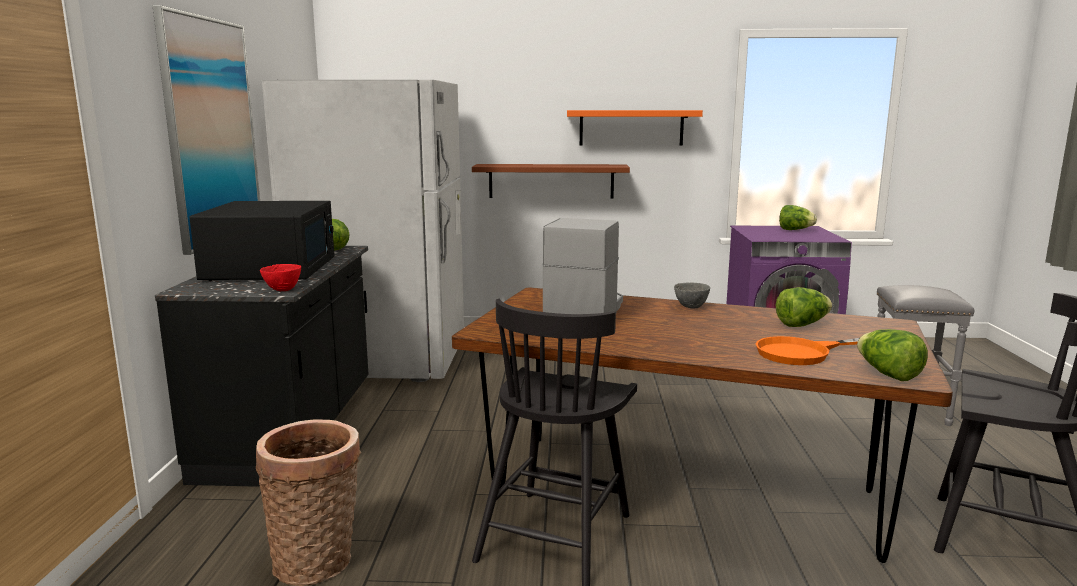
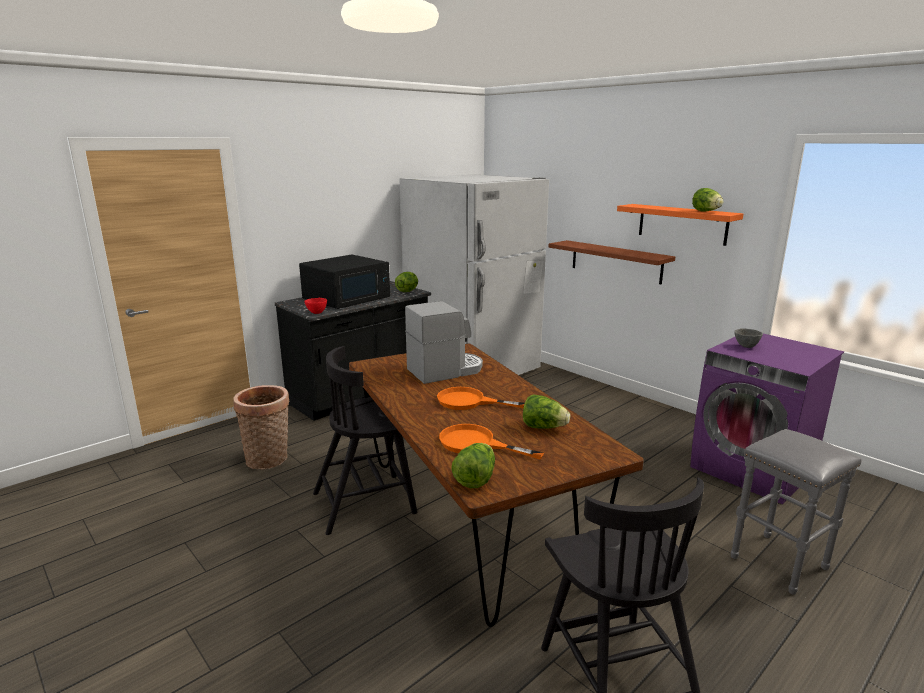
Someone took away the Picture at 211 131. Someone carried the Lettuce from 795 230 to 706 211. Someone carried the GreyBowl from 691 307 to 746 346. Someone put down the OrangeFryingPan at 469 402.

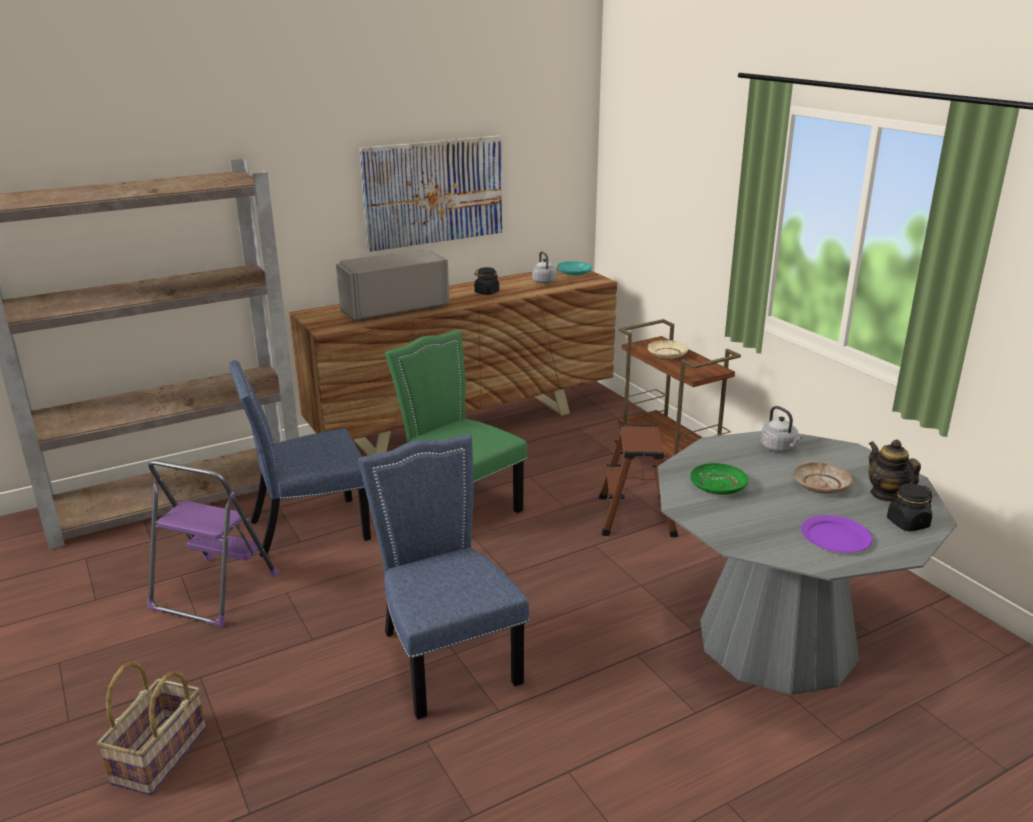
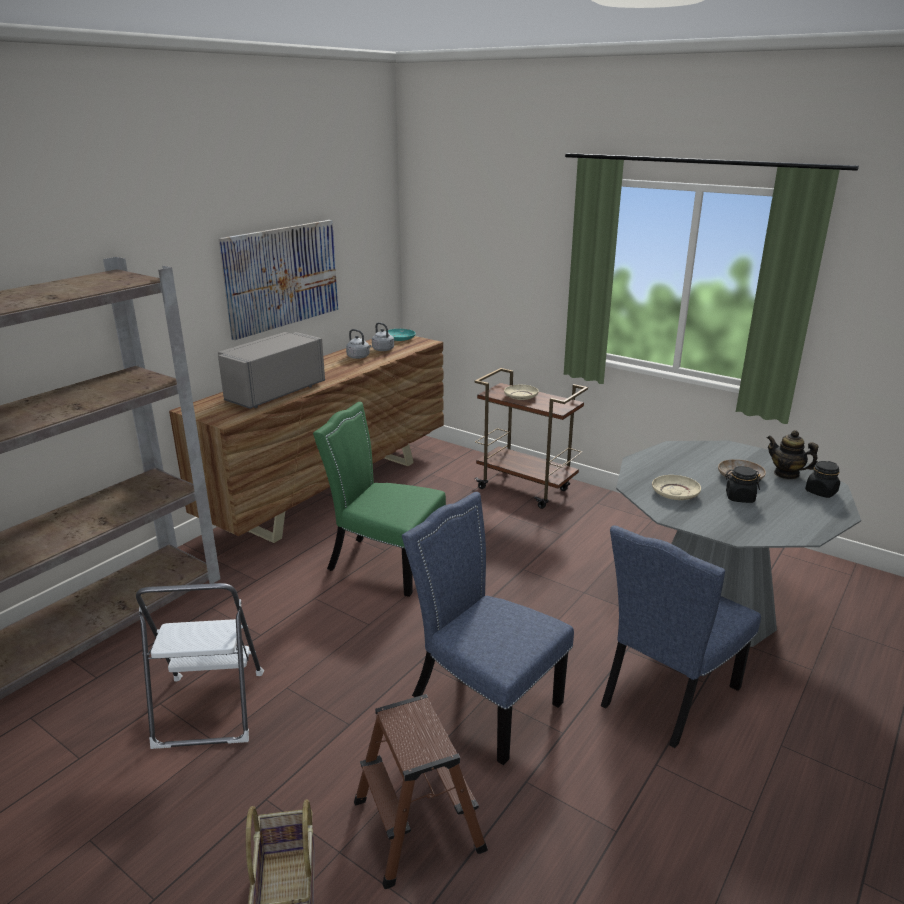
Someone carried the BlackJar from 486 292 to 739 497. Someone carried the BlueChair from 312 528 to 668 692. Someone carried the GreyKettle from 779 448 to 359 357. Someone carried the BrownStepLadder from 636 516 to 418 824. Someone repainted the PurpleStepLadder at 211 593, which became the WhiteStepLadder at 208 711. Someone repainted the GreenPlate at 718 486, which became the BeigePlate at 675 493. Someone took away the PurplePlate at 836 537.

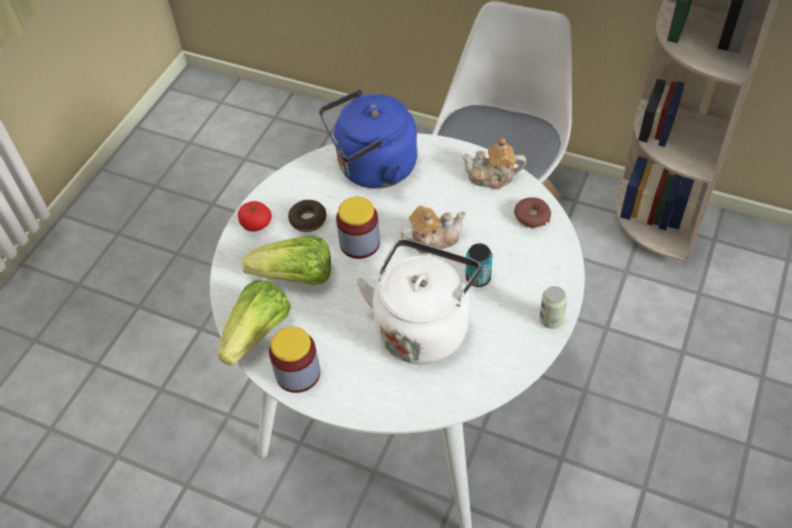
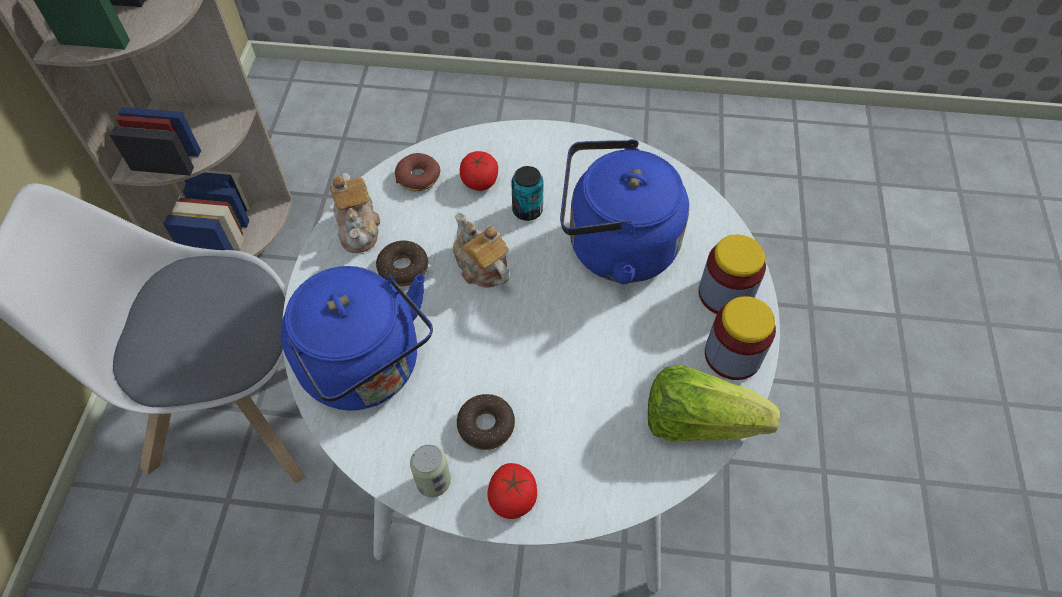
Someone carried the Jar from 360 243 to 725 294. Someone took away the Lettuce at 295 277. Someone repainted the WhiteKettle at 423 326, which became the BlueKettle at 614 247. Someone carried the Can from 550 320 to 434 482. Someone put down the Tomato at 479 181. Someone put down the Donut at 403 268.

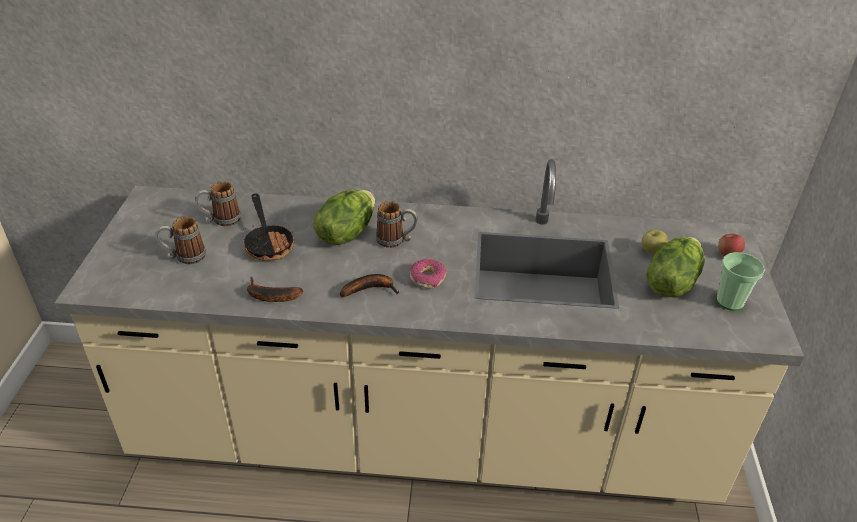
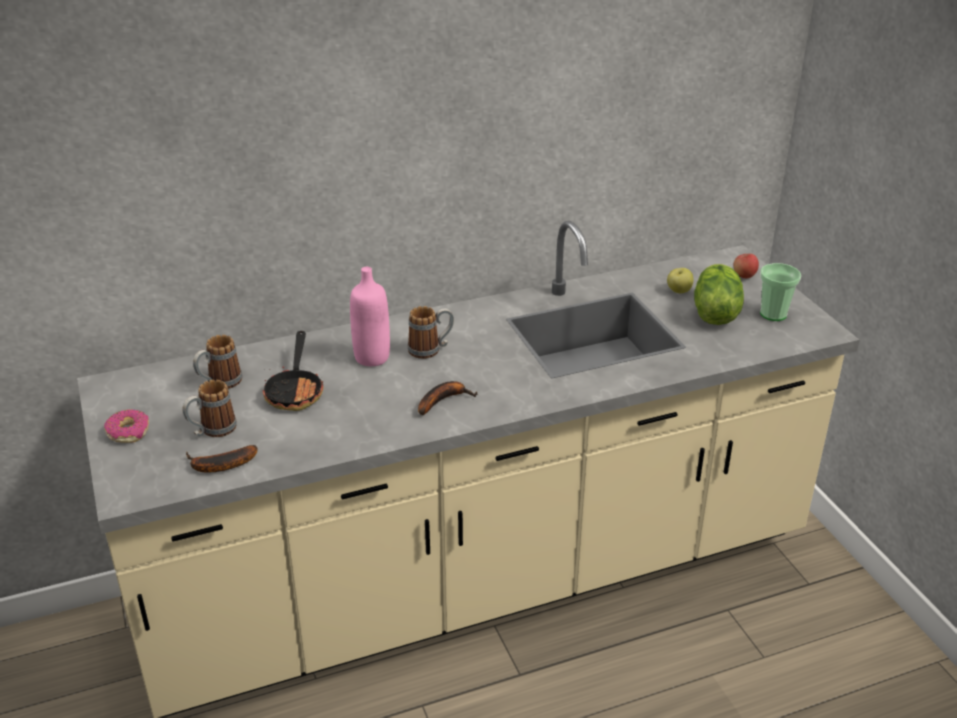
Someone swapped the Lettuce at 346 233 for the PinkBottle at 372 357. Someone rotated the FryingPan at 268 243 by 45 degrees clockwise. Someone carried the Donut from 428 278 to 128 432. Someone carried the Banana from 269 296 to 219 466.

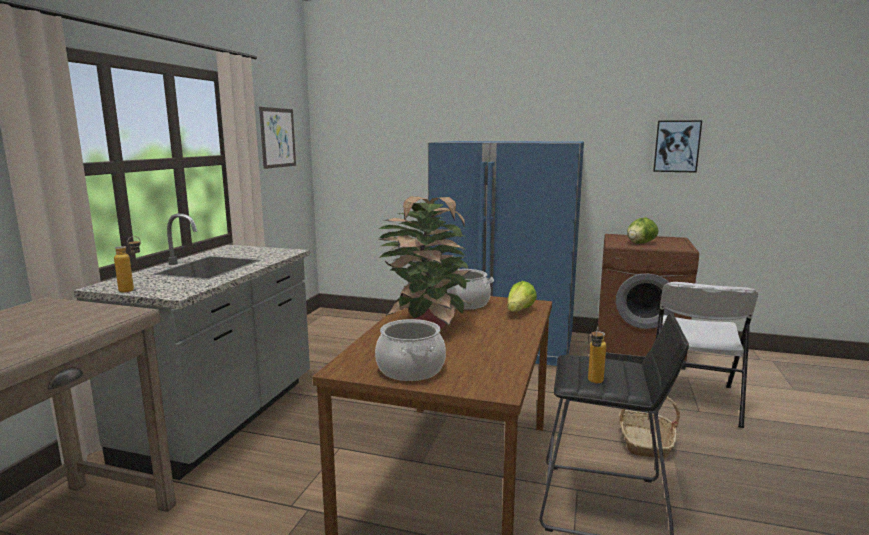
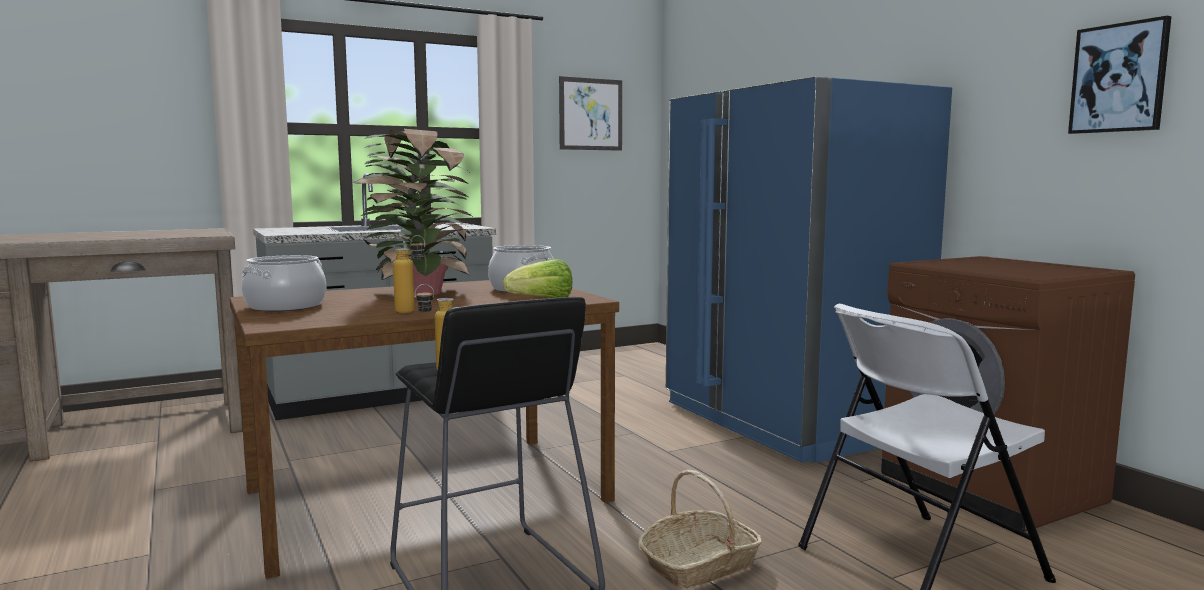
Someone took away the Lettuce at 640 243. Someone carried the Bottle from 132 290 to 411 312.

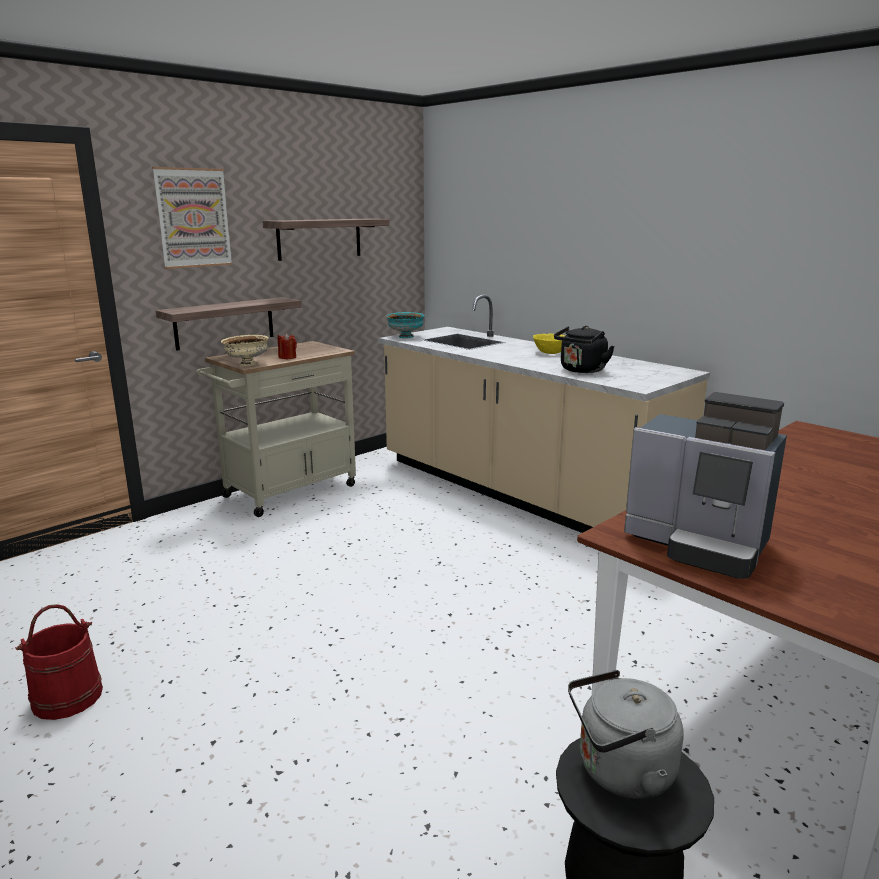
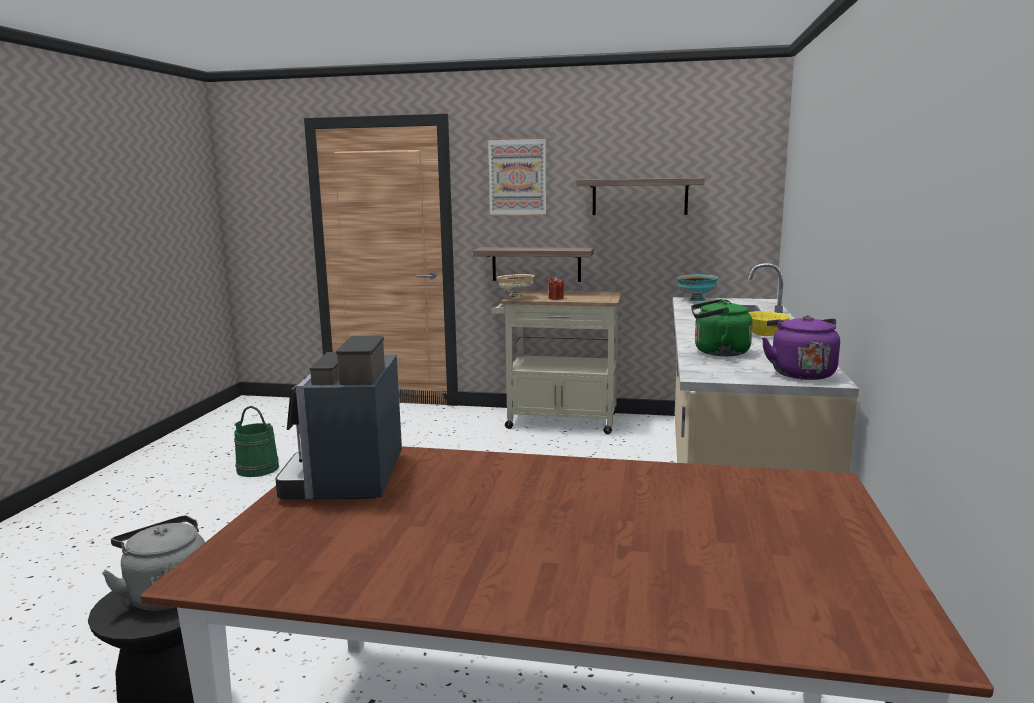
Someone repainted the BlackKettle at 581 370, which became the GreenKettle at 717 352. Someone repainted the RedBucket at 67 697, which became the GreenBucket at 257 469. Someone put down the PurpleKettle at 800 373.

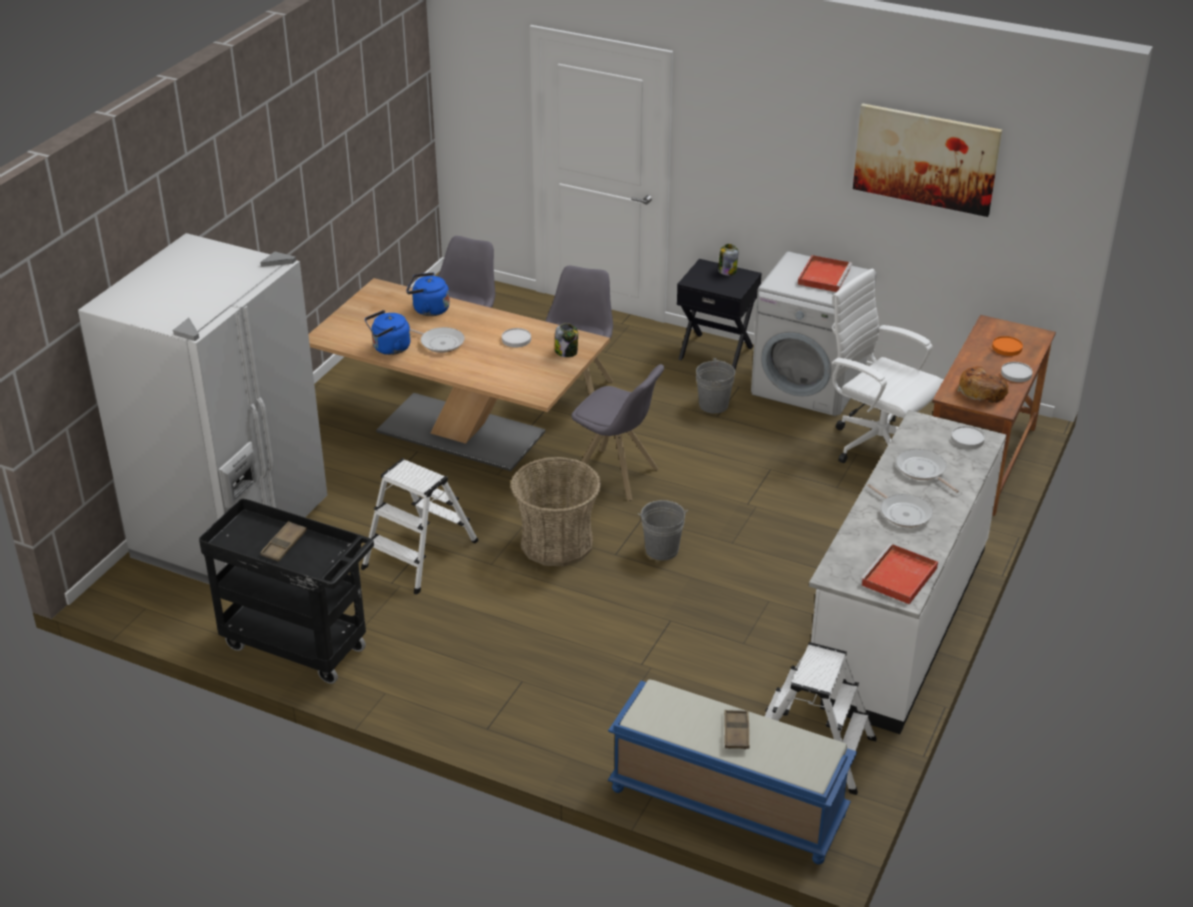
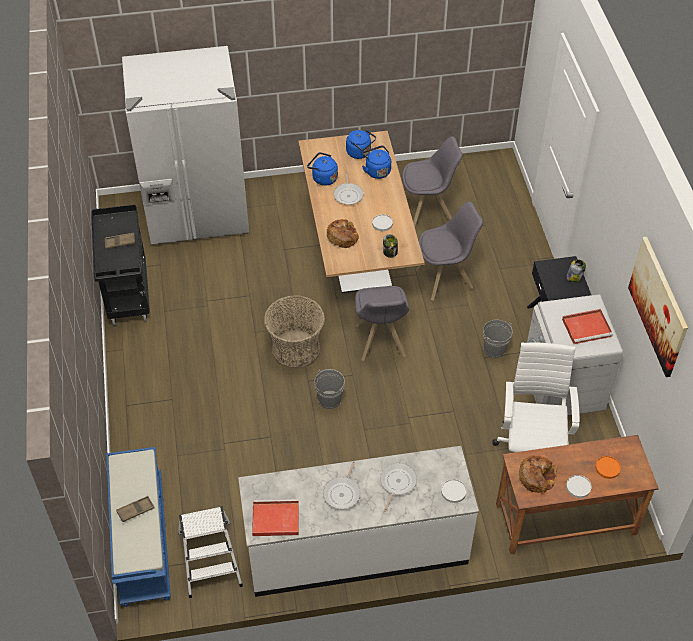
Someone took away the WhiteStepLadder at 420 554. Someone put down the BlueKettle at 360 153. Someone put down the Bread at 343 237.

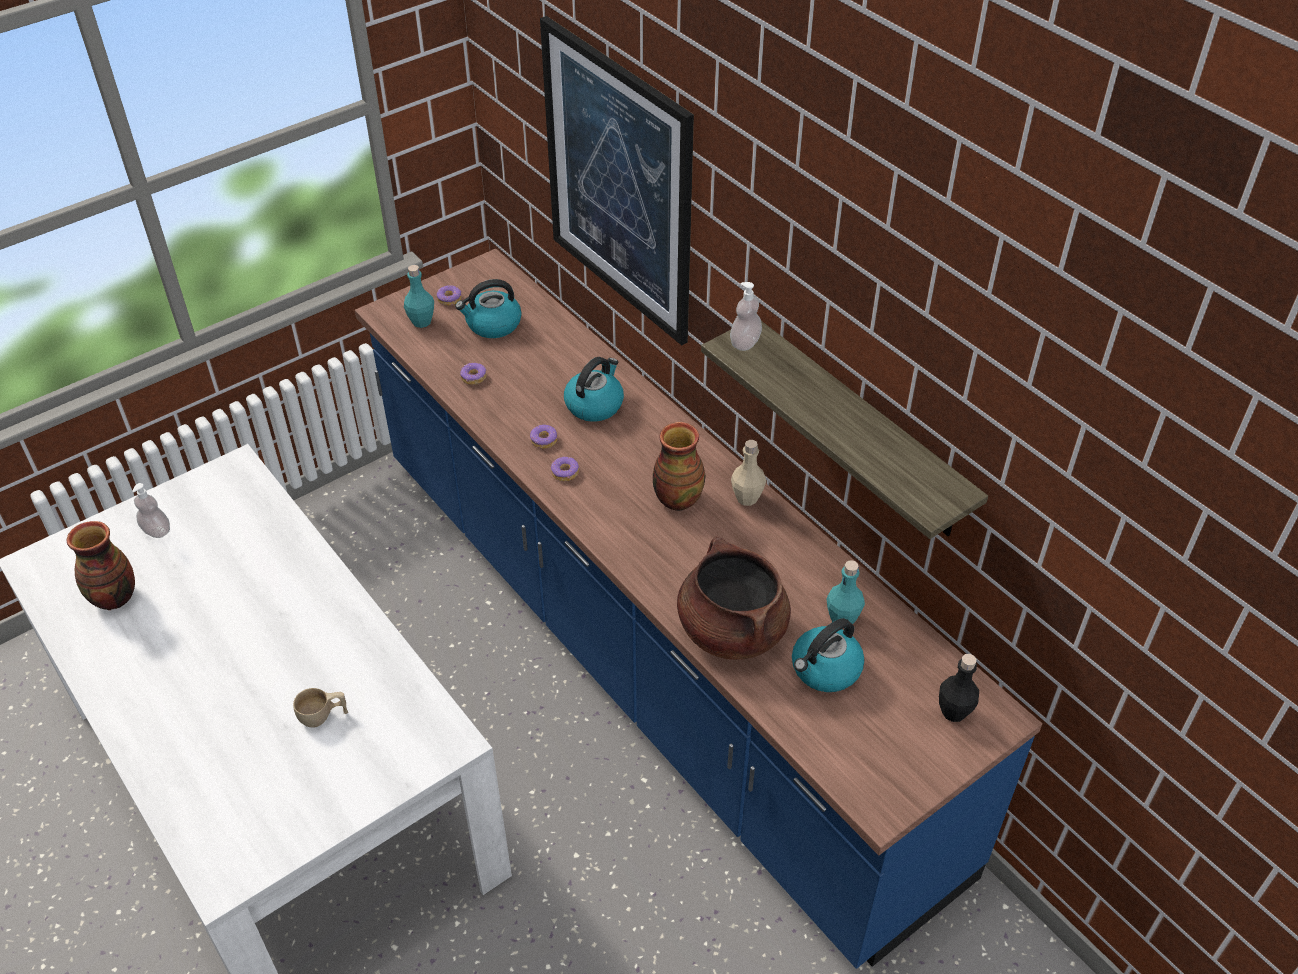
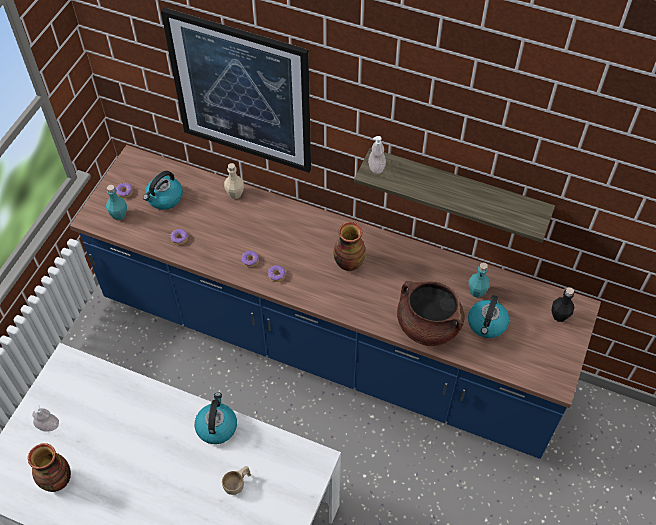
Someone carried the Kettle from 594 404 to 216 426. Someone carried the BeigeBottle from 747 498 to 235 194.

